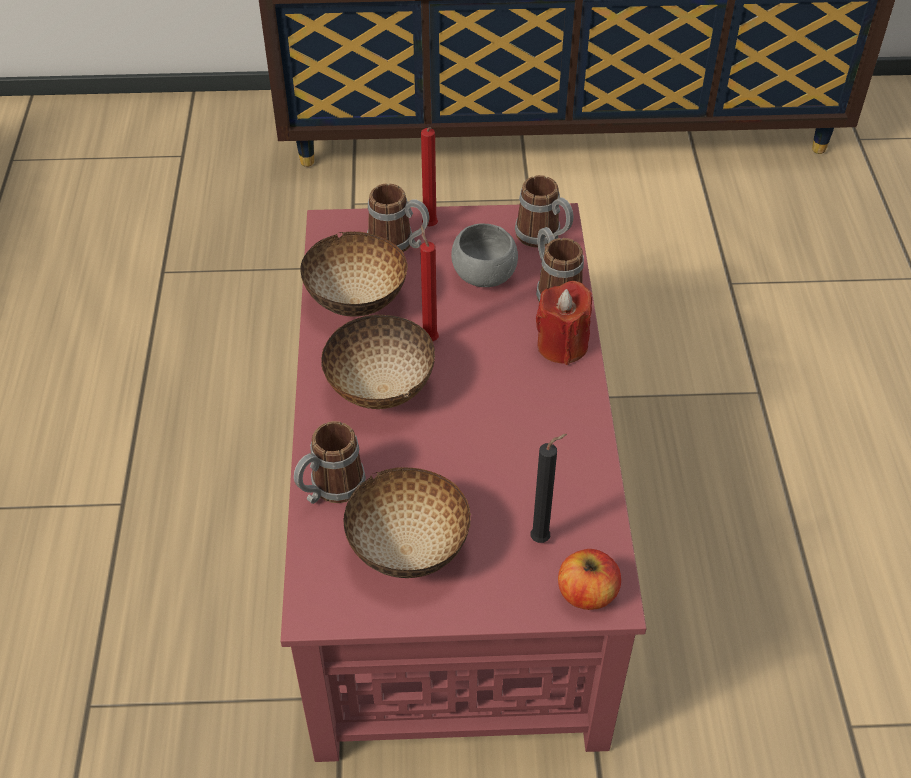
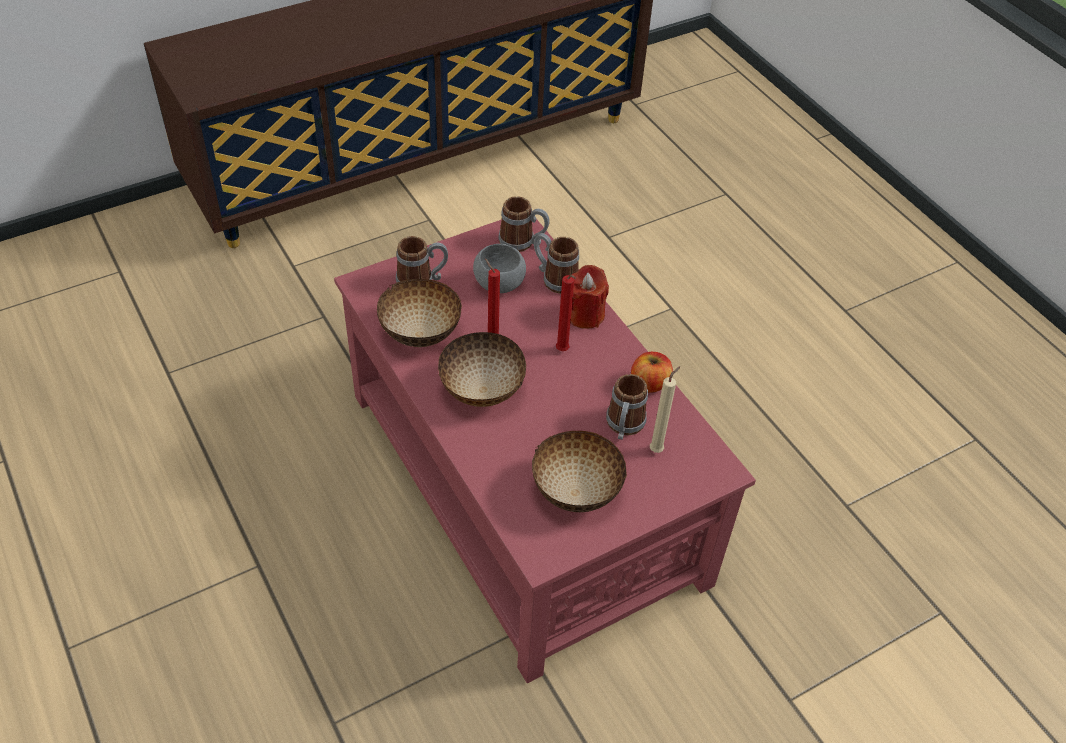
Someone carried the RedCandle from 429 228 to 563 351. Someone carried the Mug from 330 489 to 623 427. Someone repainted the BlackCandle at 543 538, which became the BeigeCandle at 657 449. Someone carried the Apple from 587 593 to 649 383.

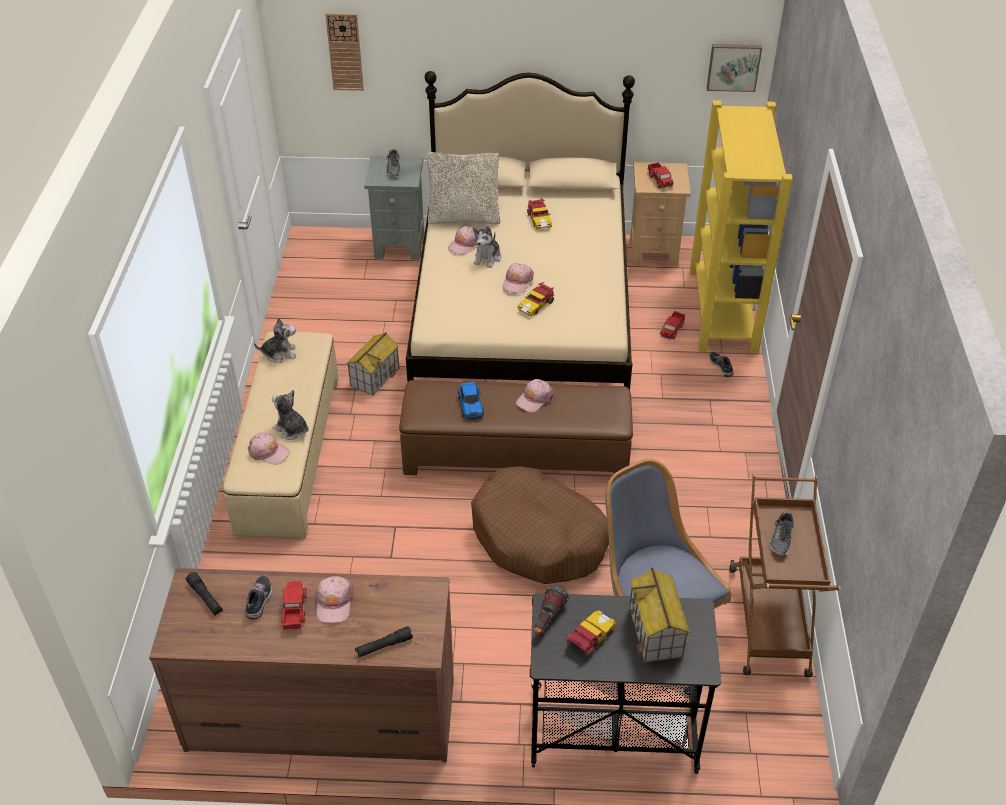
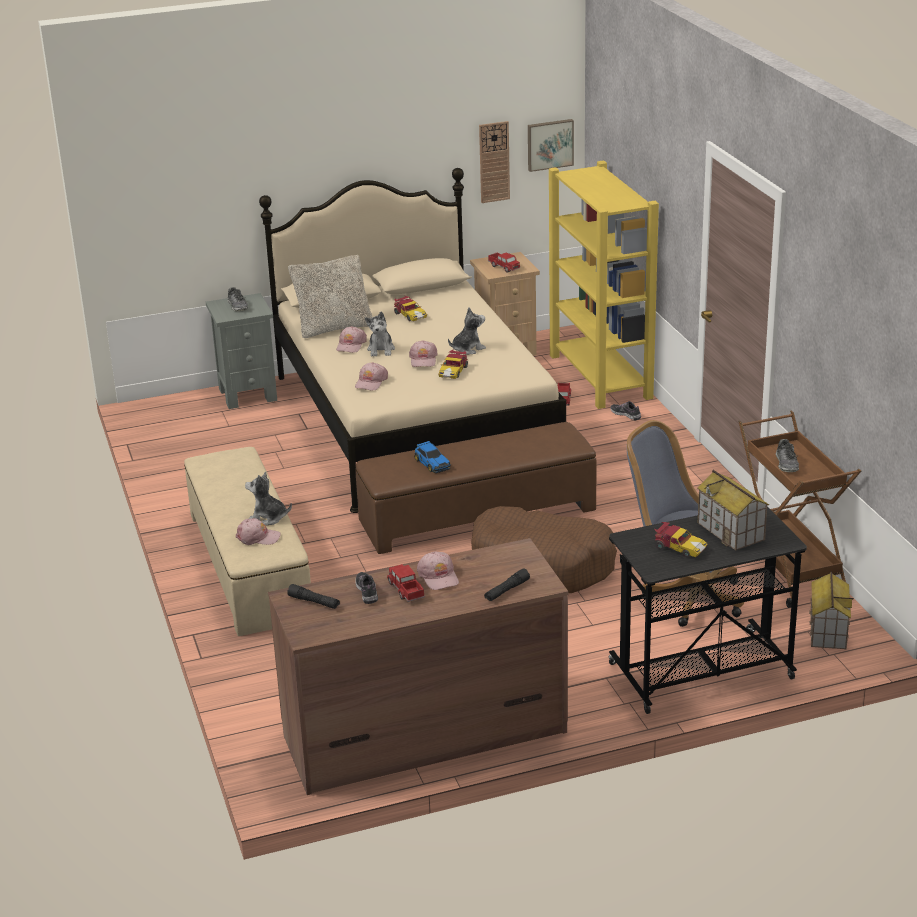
Someone carried the WallClock from 345 52 to 494 162. Someone carried the PlushToy from 279 353 to 467 349. Someone carried the ToyHouse from 375 376 to 827 631. Someone carried the PinkCap from 534 399 to 371 382. Someone took away the Flashlight at 547 619. Someone rotated the ToyCar at 590 638 by 105 degrees clockwise.

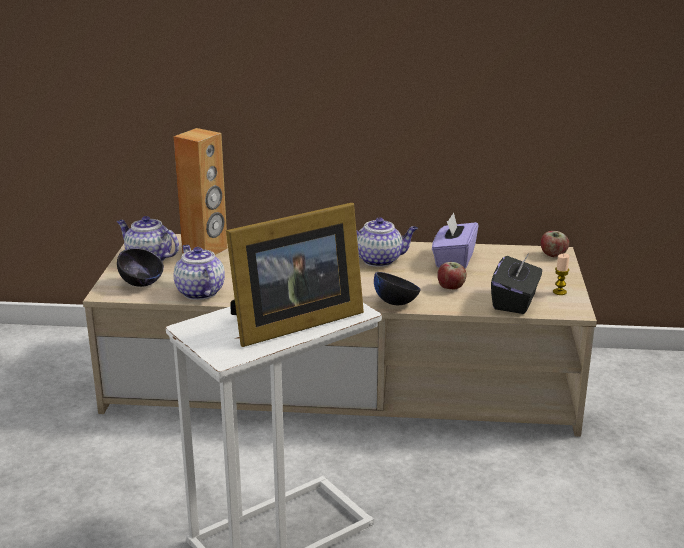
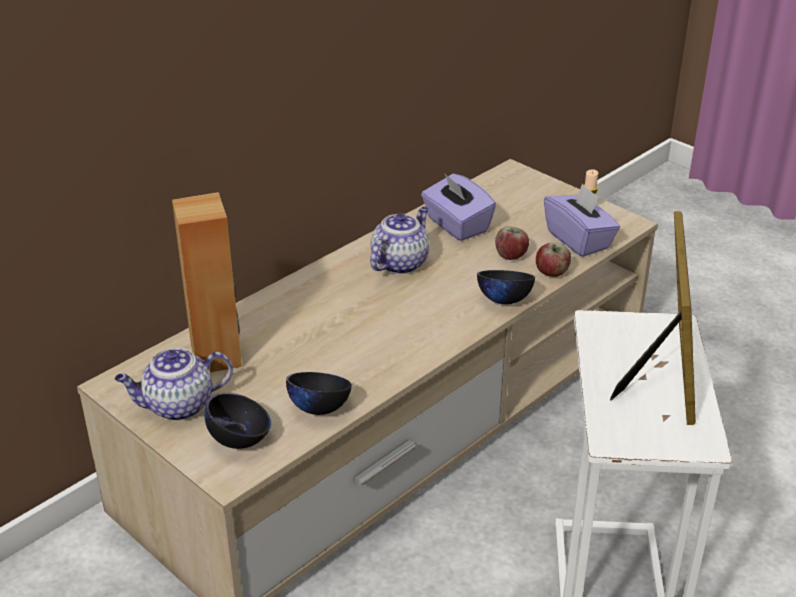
Someone carried the Apple from 553 255 to 552 273. Someone swapped the Teapot at 199 292 for the BlackBowl at 319 407. Someone repainted the BlackTissueBox at 515 301, which became the PurpleTissueBox at 579 240.

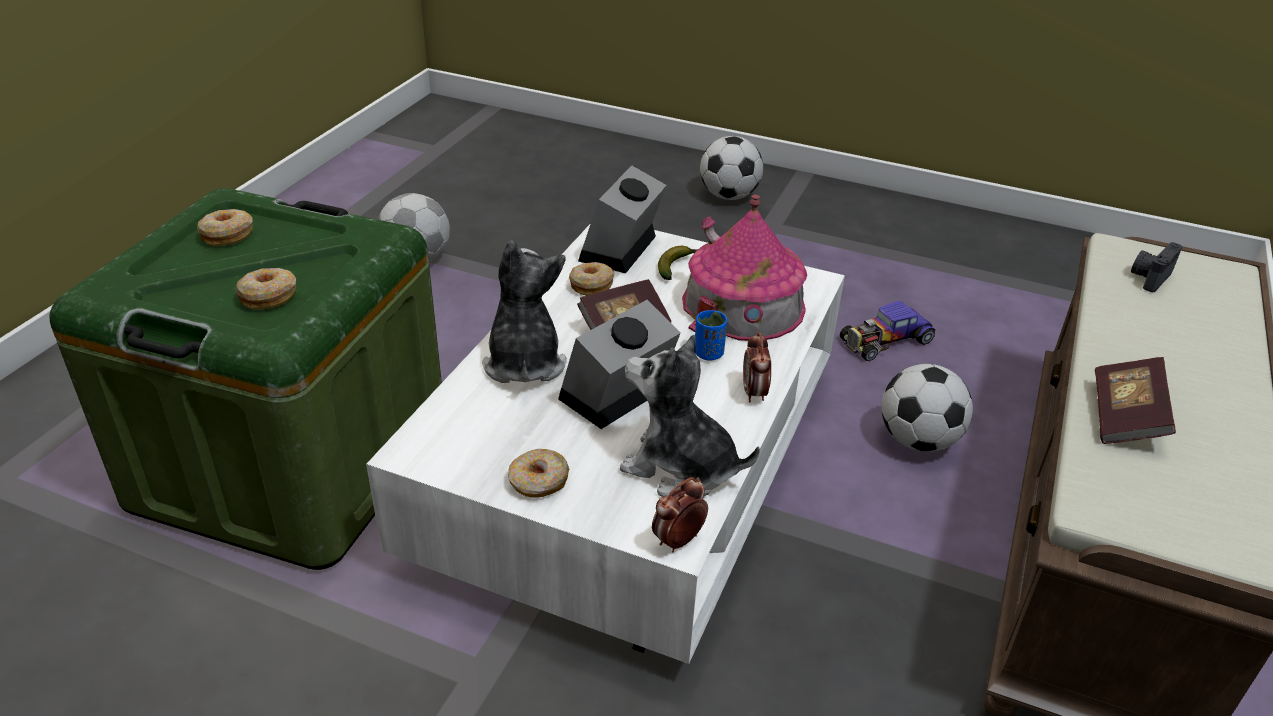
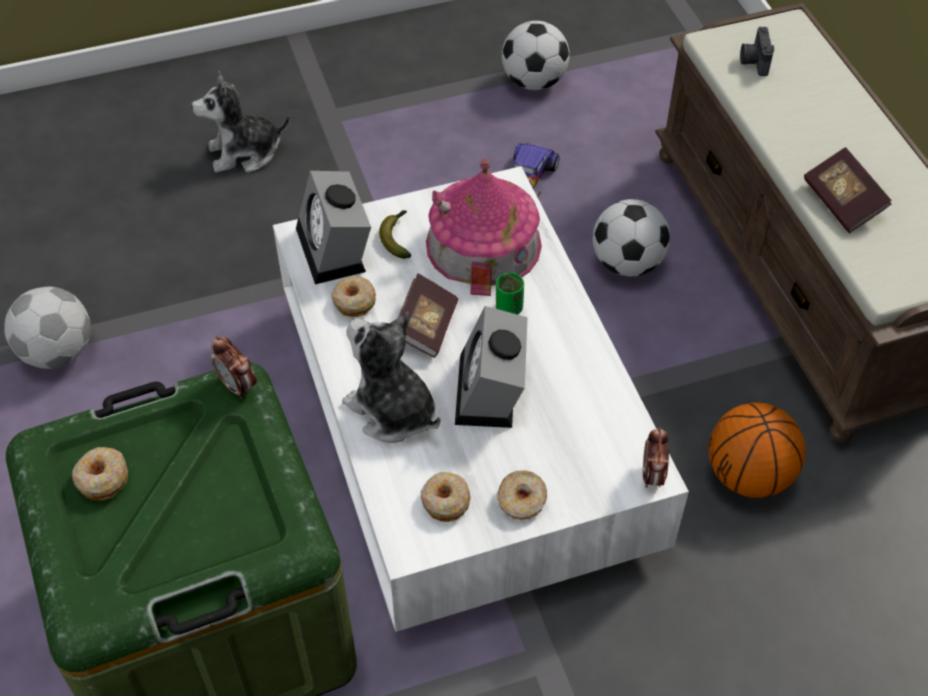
Someone carried the Football from 728 196 to 534 82. Someone carried the Donut from 268 296 to 445 501. Someone repainted the BlueCup at 708 353, which became the GreenCup at 509 308. Someone carried the AlarmClock from 754 393 to 238 386. Someone carried the PlushToy from 680 468 to 245 153. Someone put down the Basketball at 747 475.

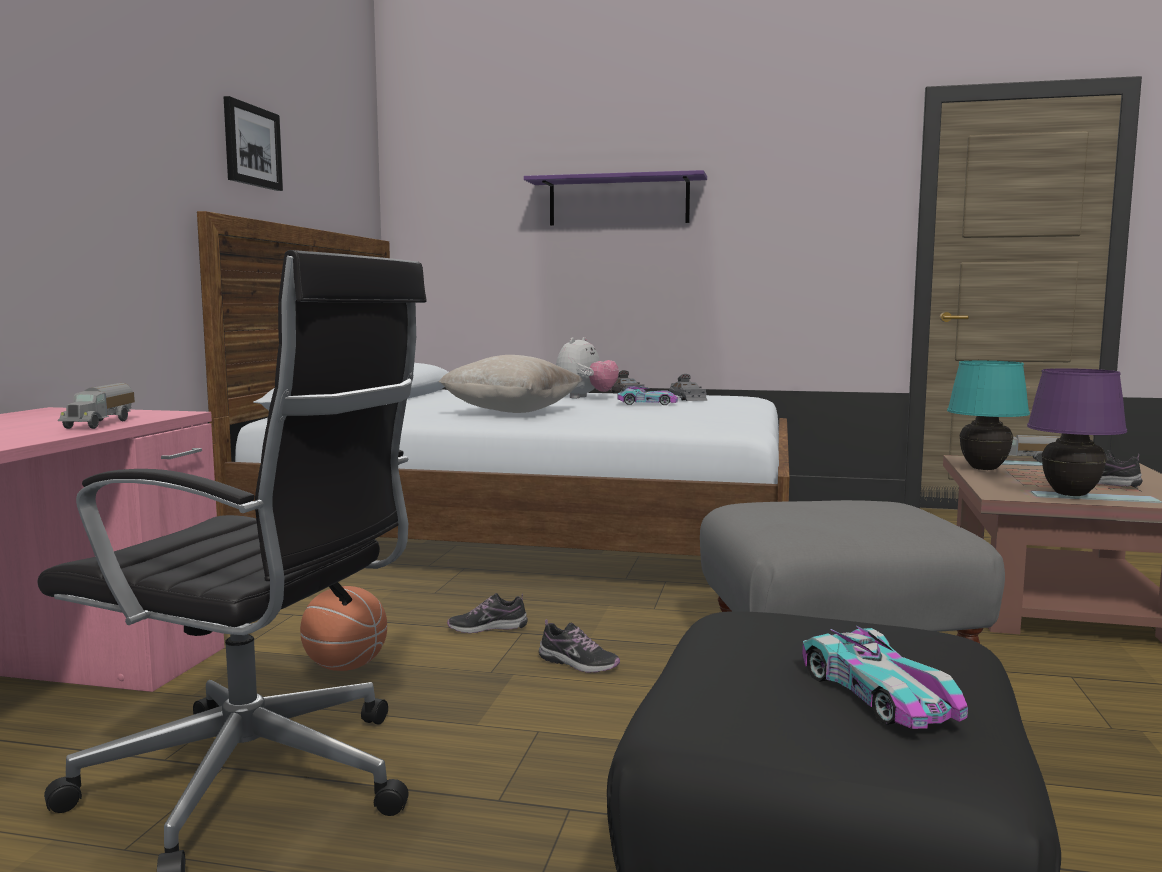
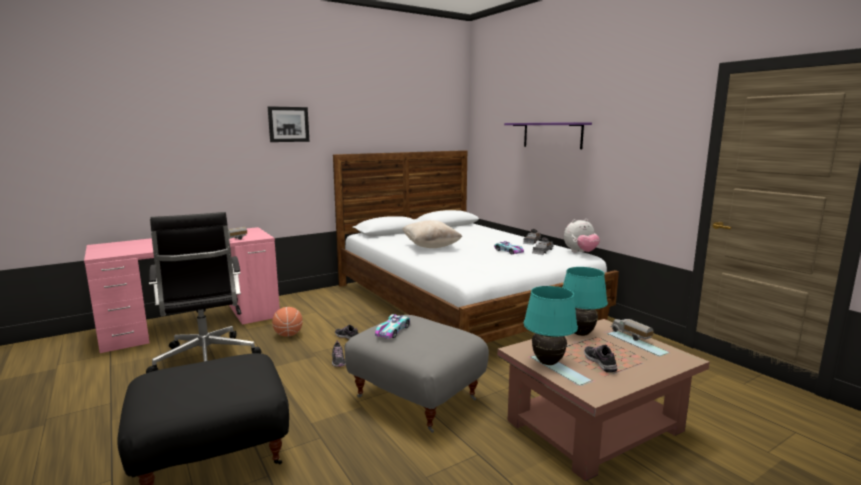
Someone carried the Picture from 251 146 to 288 124. Someone carried the PlushToy from 585 397 to 580 252. Someone repainted the PurpleTableLamp at 1071 495, which became the TurquoiseTableLamp at 548 362. Someone carried the ToyCar from 878 693 to 392 330.

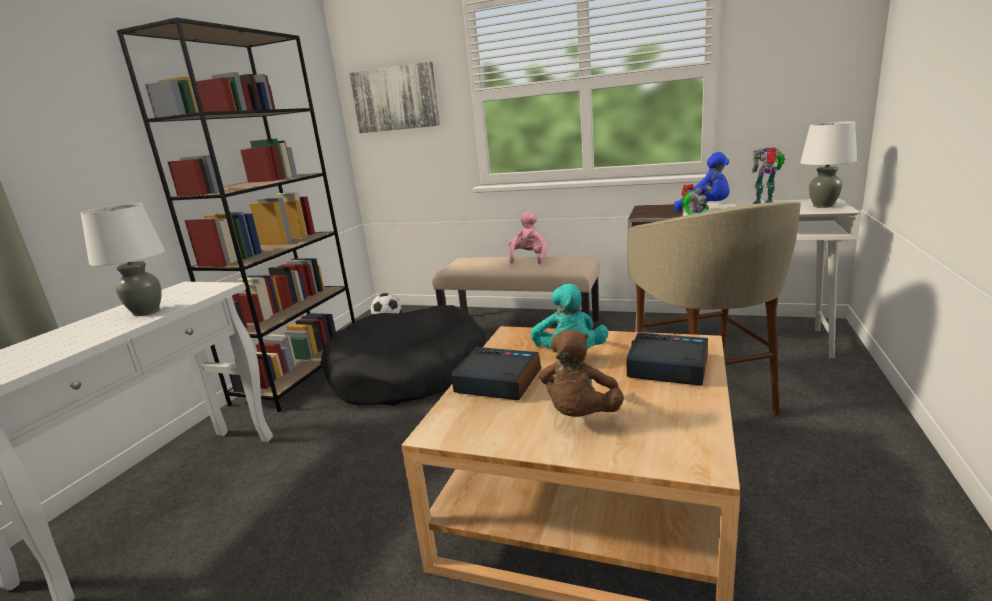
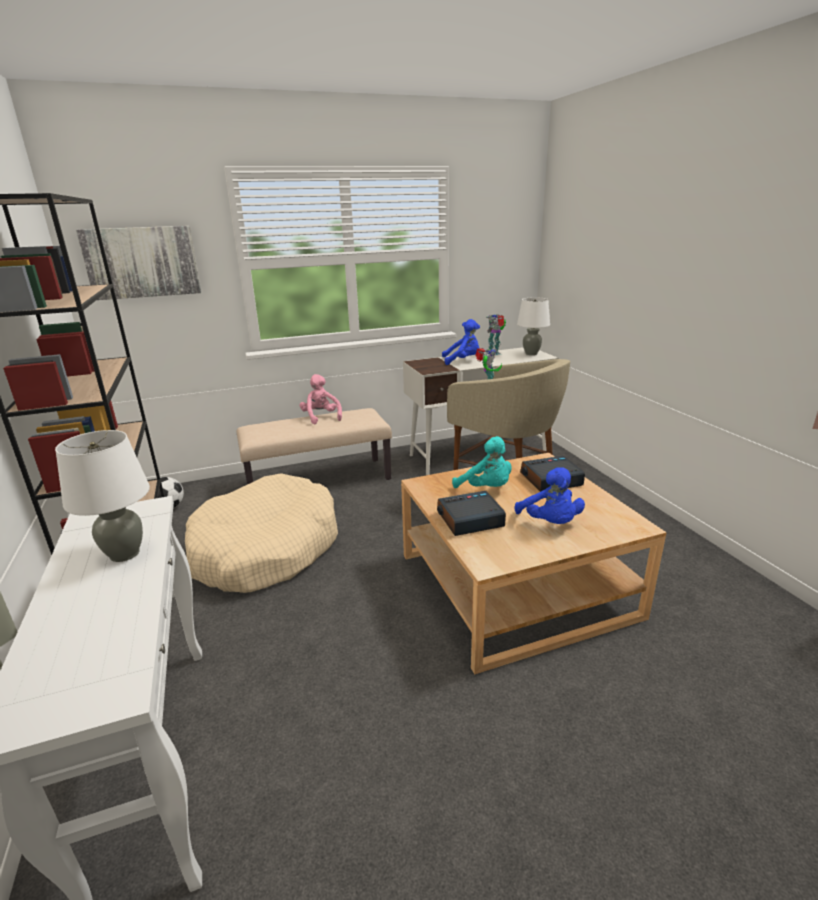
Someone repainted the BlackDogBed at 409 374, which became the BeigeDogBed at 266 549. Someone repainted the BrownPlushToy at 580 415, which became the BluePlushToy at 550 523.

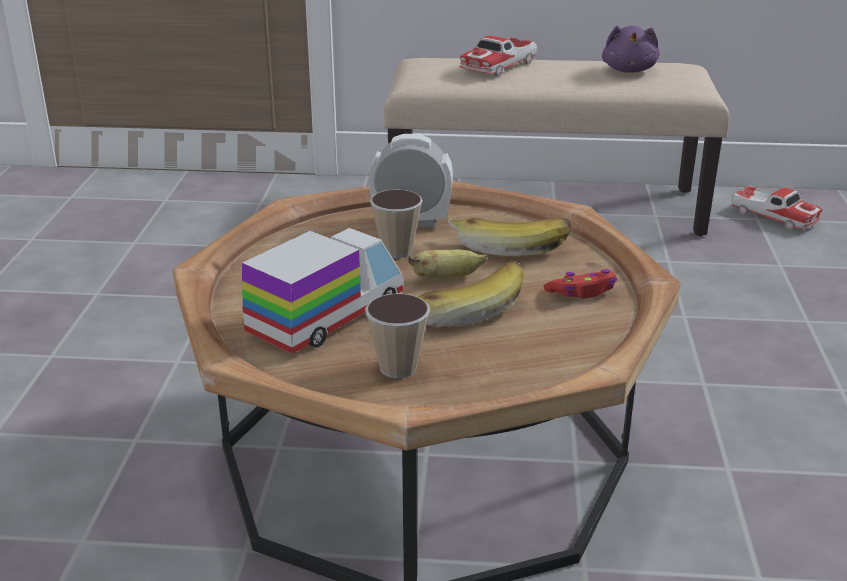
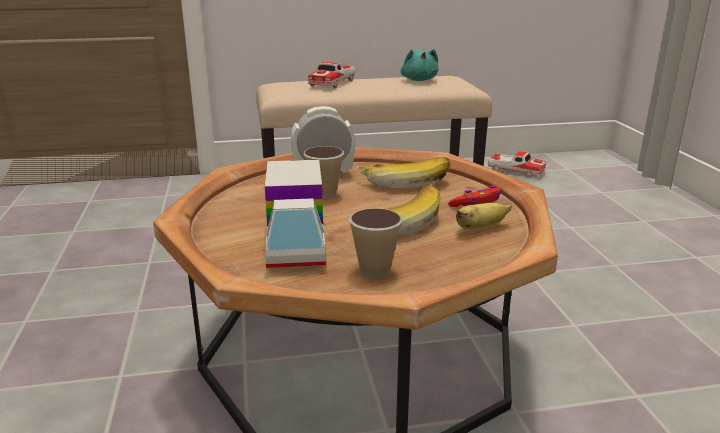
Someone repainted the PurplePlushToy at 629 70, which became the TurquoisePlushToy at 419 80. Someone rotated the ToyTruck at 327 316 by 150 degrees clockwise. Someone carried the Banana from 446 278 to 480 228.

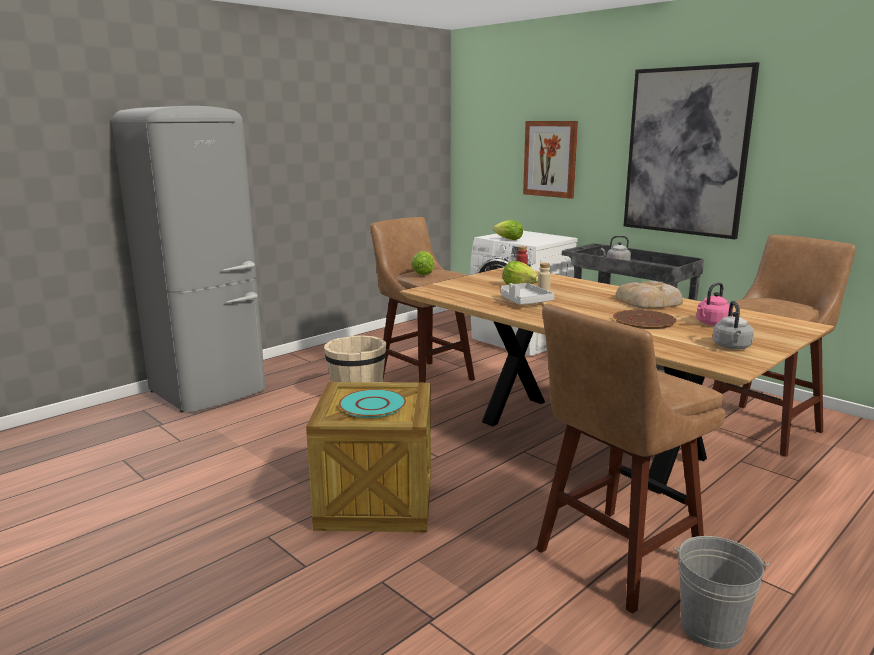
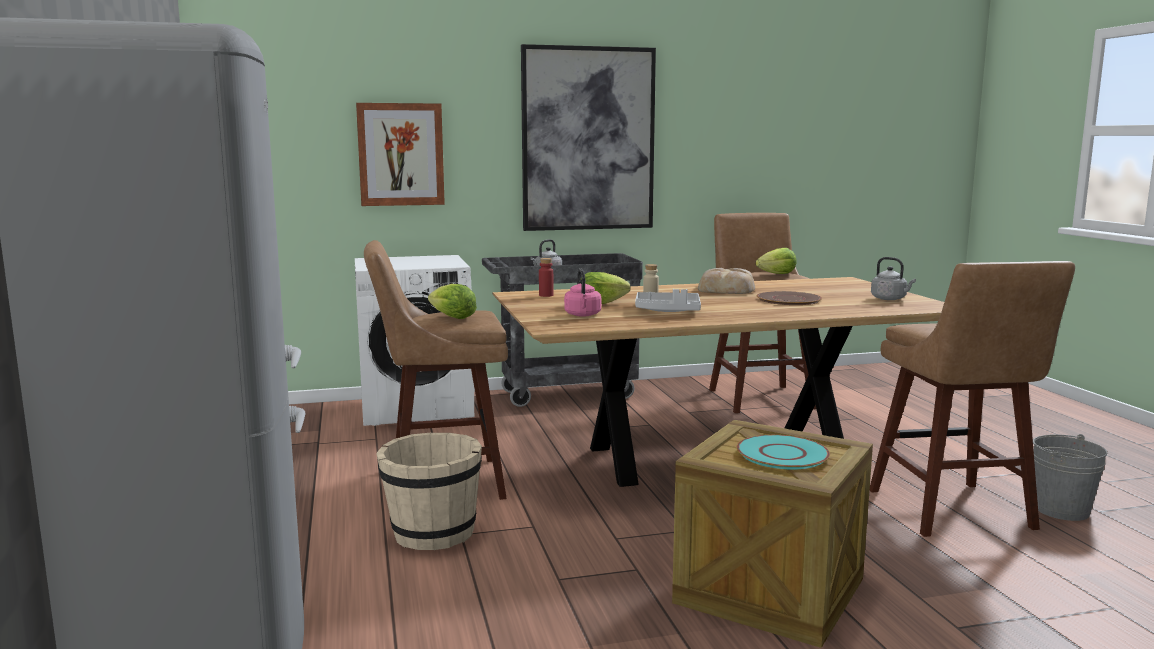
Someone carried the Lettuce from 508 239 to 777 274. Someone carried the PinkKettle from 711 323 to 583 315.

